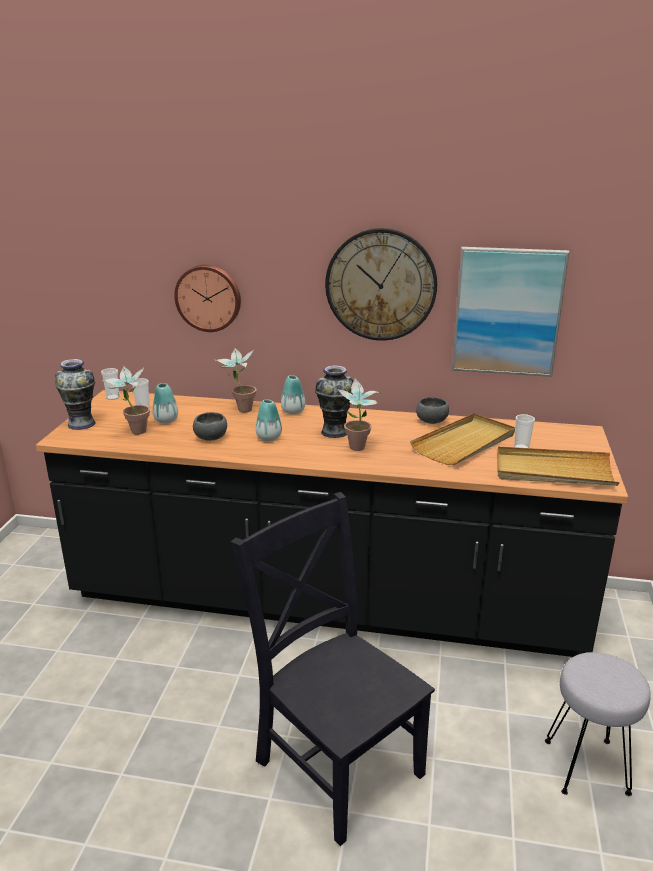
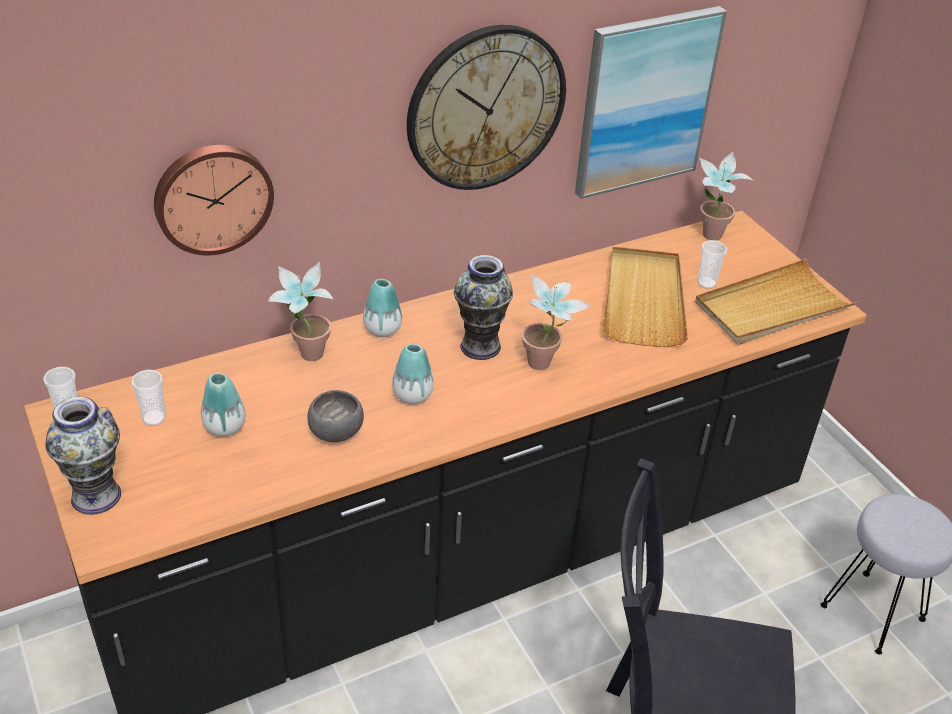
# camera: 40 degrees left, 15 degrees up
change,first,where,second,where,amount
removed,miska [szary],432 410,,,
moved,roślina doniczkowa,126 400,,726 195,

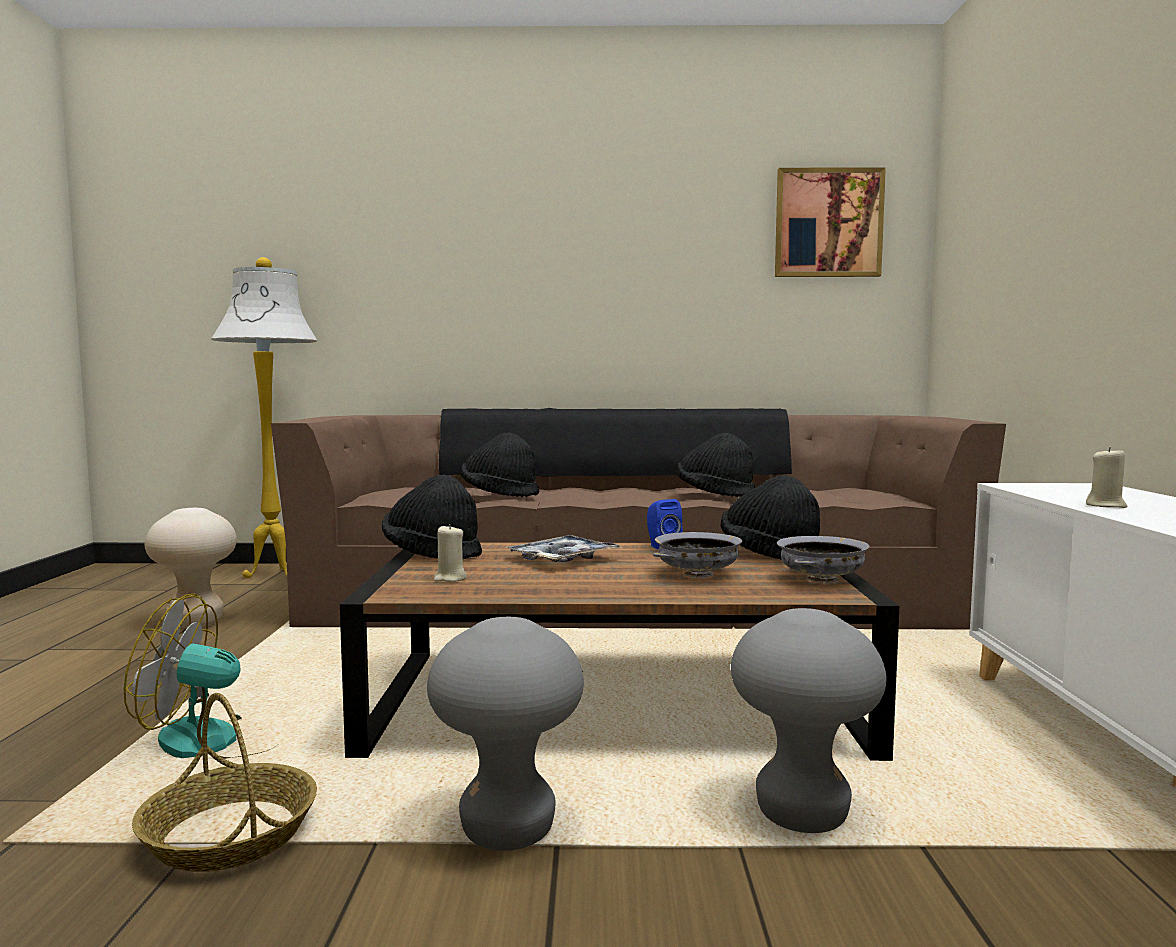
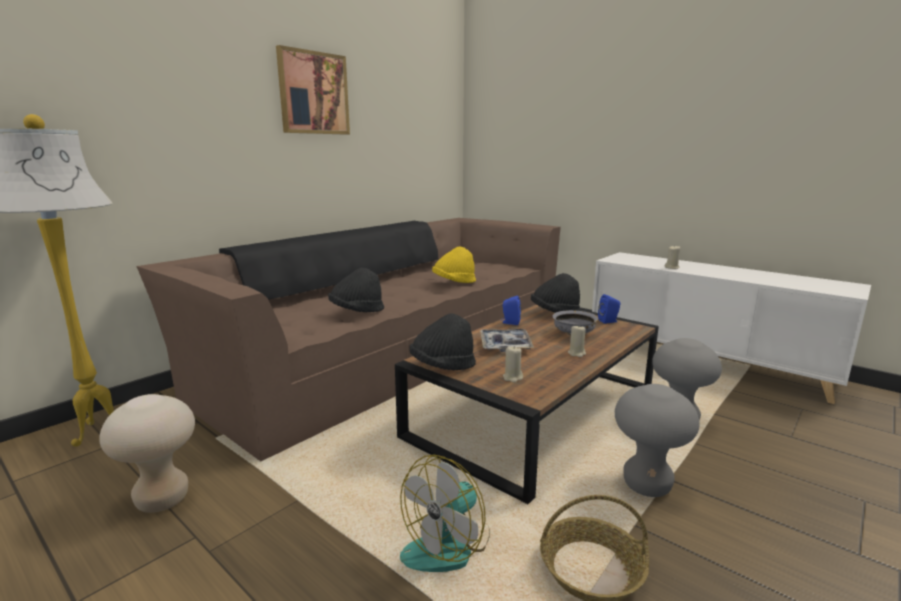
# camera: 50 degrees left, 10 degrees up
change,first,where,second,where,amount
added,,,świeca [beżowy],577 341,
moved,obraz,830 222,,313 90,
replaced,miska [szary],823 559,głośnik [niebieski],609 309,
recoloured,kapelusz [czarny],715 465,kapelusz [żółty],454 264,

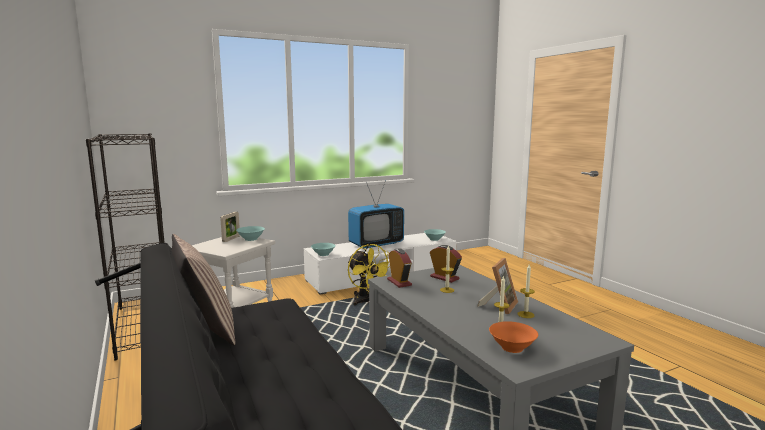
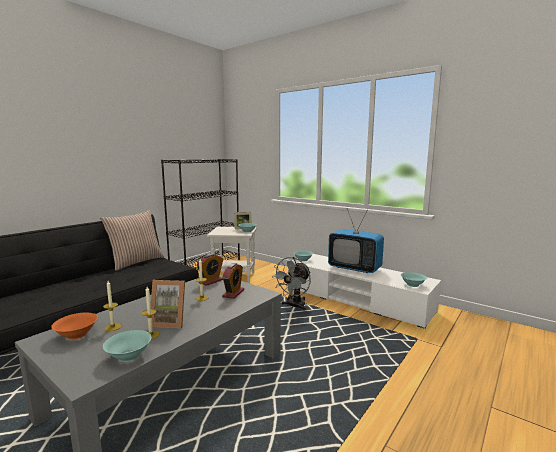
# camera: 65 degrees right, 0 degrees up
change,first,where,second,where,amount
added,,,miska [turkusowy],127 346,
recoloured,wentylator [żółty],369 274,wentylator [szary],292 283,

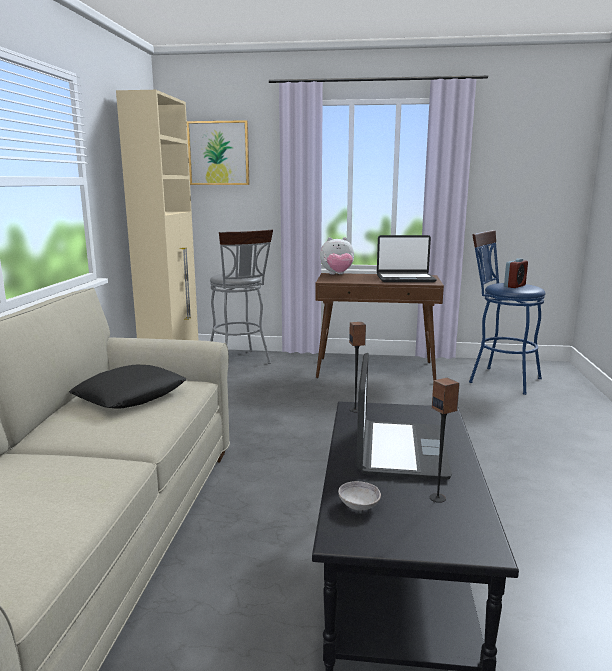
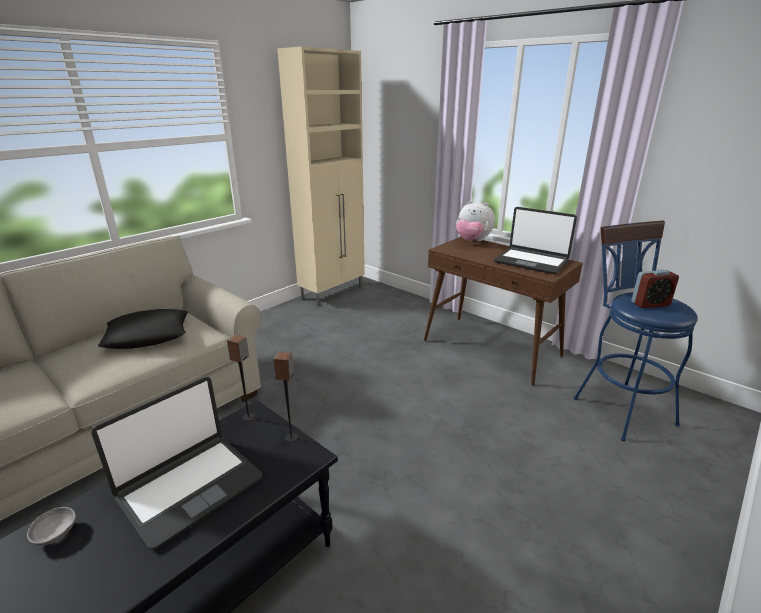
# camera: 35 degrees right, 10 degrees up
change,first,where,second,where,amount
removed,obraz,218 152,,,
removed,stołek [szary],241 297,,,
moved,głośnik,445 440,,285 397,

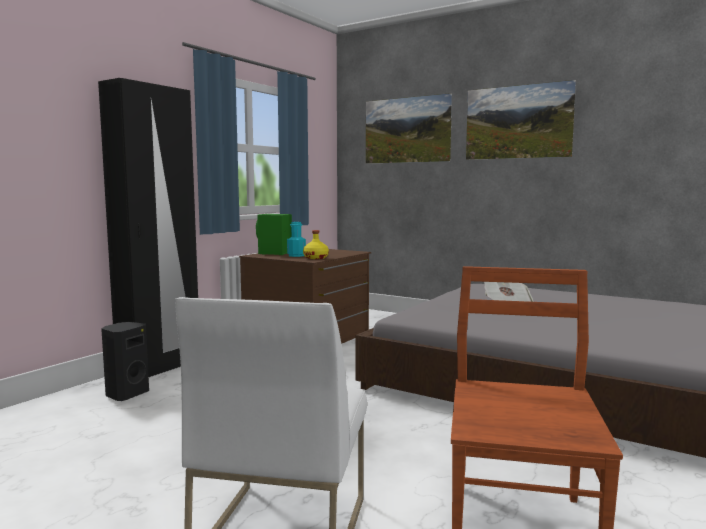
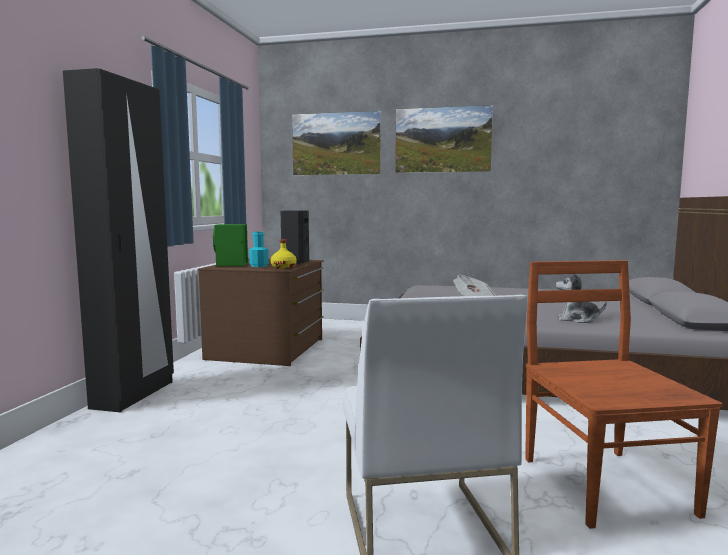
# camera: 20 degrees left, 0 degrees up
change,first,where,second,where,amount
added,,,pluszak,581 298,
moved,głośnik [czarny],125 361,,295 237,

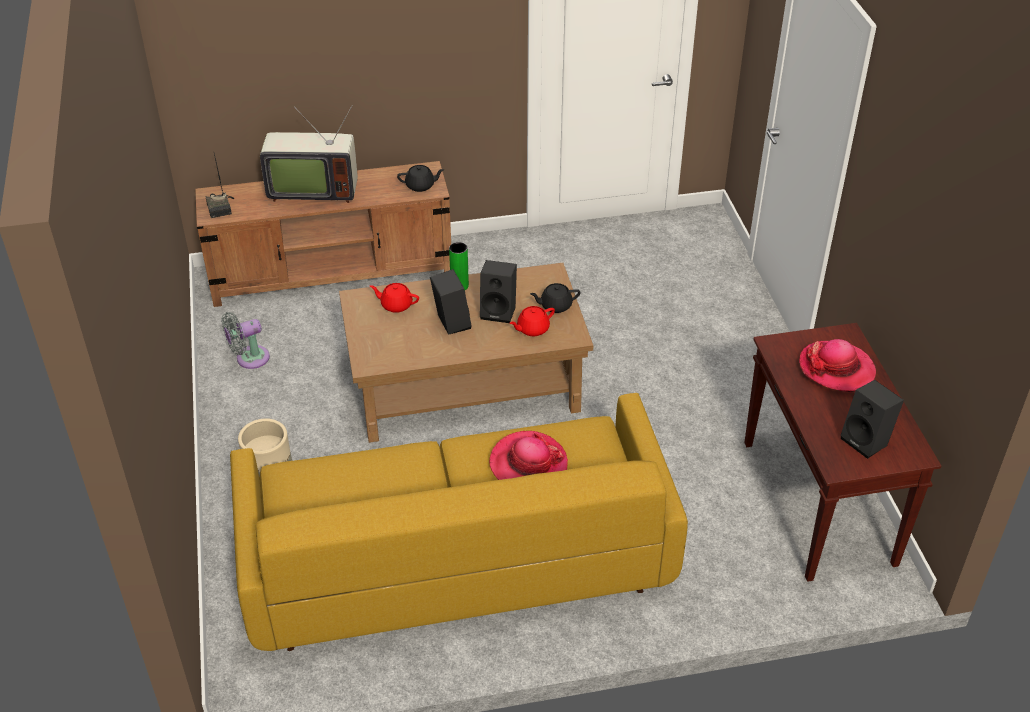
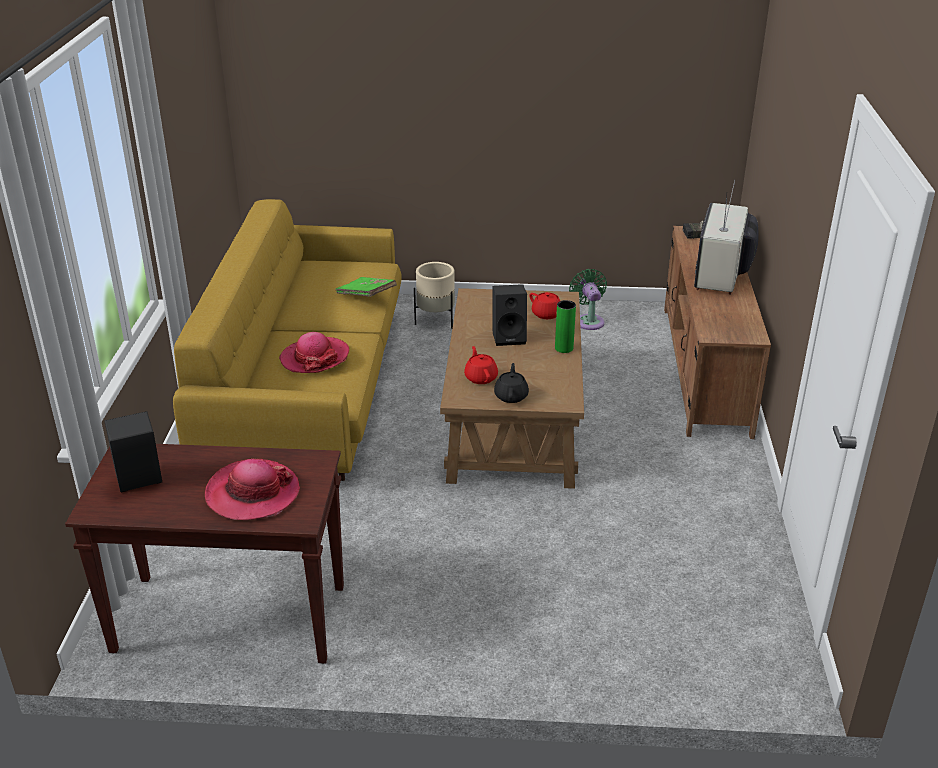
# camera: 105 degrees right, 10 degrees down
change,first,where,second,where,amount
removed,imbryk [czarny],420 178,,,
removed,głośnik [czarny],498 291,,,
added,,,książka [zielony],366 287,
recoloured,wentylator [szary],245 340,wentylator [zielony],588 299,
turned,imbryk [czerwony],394 298,,544 305,105 degrees clockwise

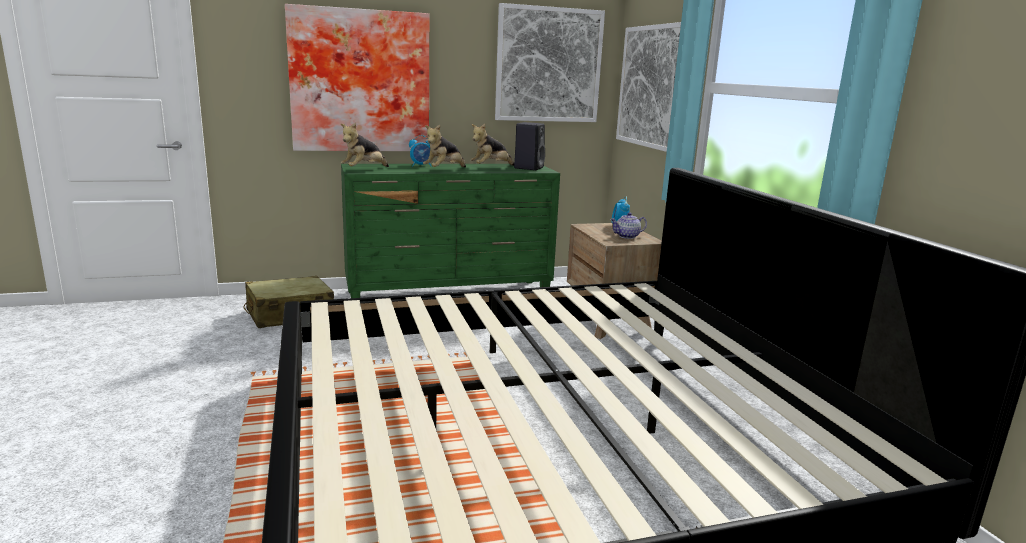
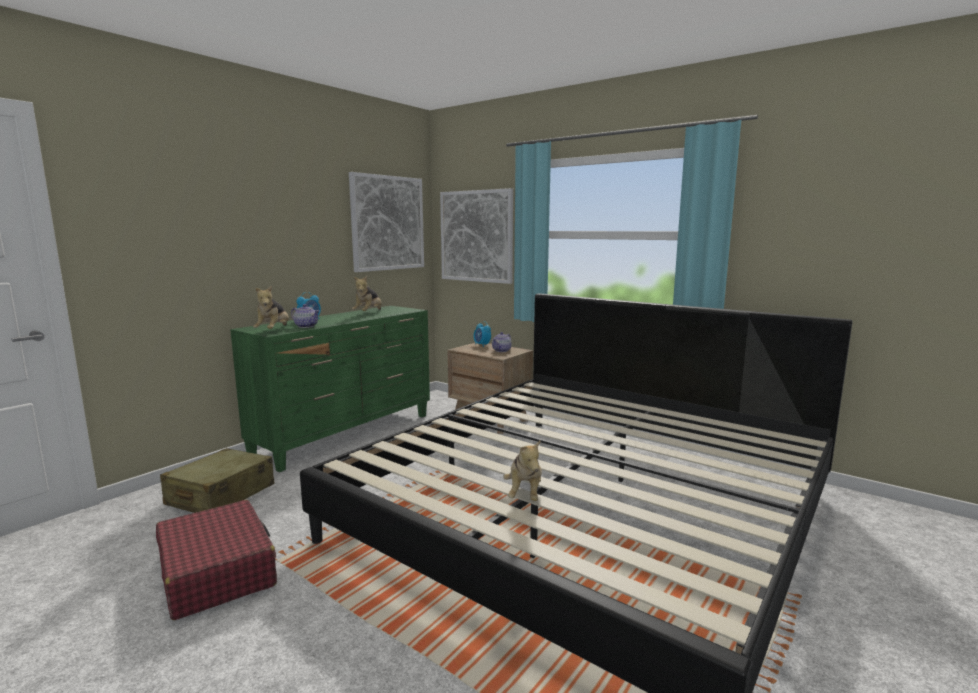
# camera: 35 degrees left, 5 degrees down
change,first,where,second,where,amount
removed,obraz,357 77,,,
removed,głośnik [czarny],529 146,,,
added,,,walizka [czerwony],216 560,
added,,,imbryk,305 316,
moved,pluszak,444 146,,522 470,

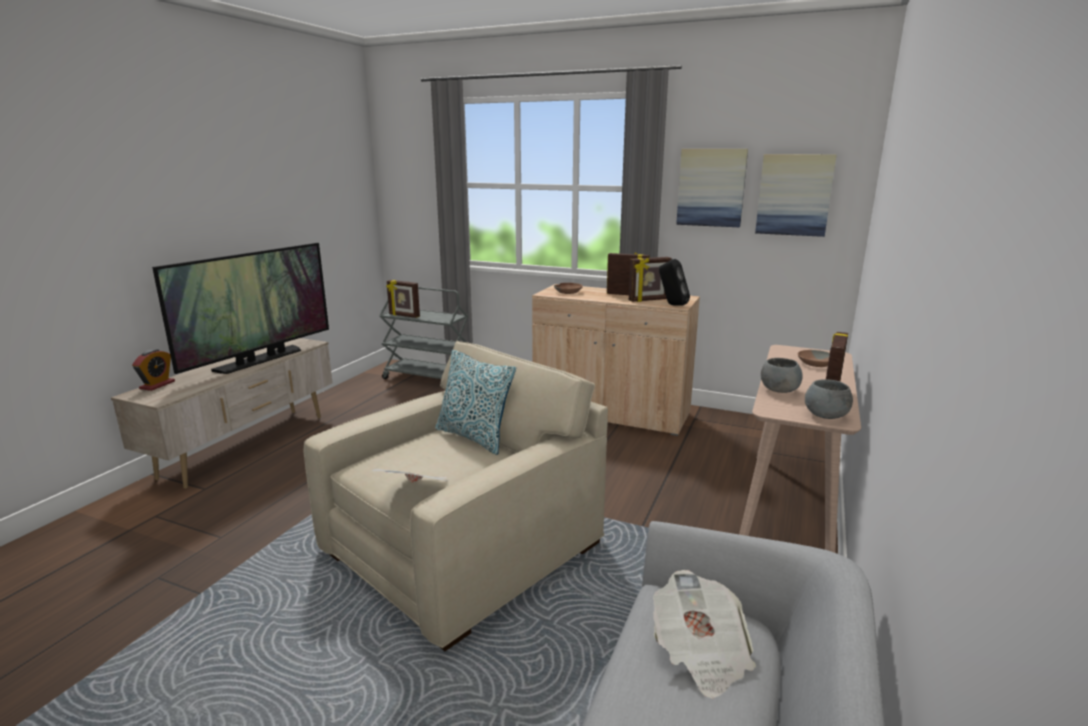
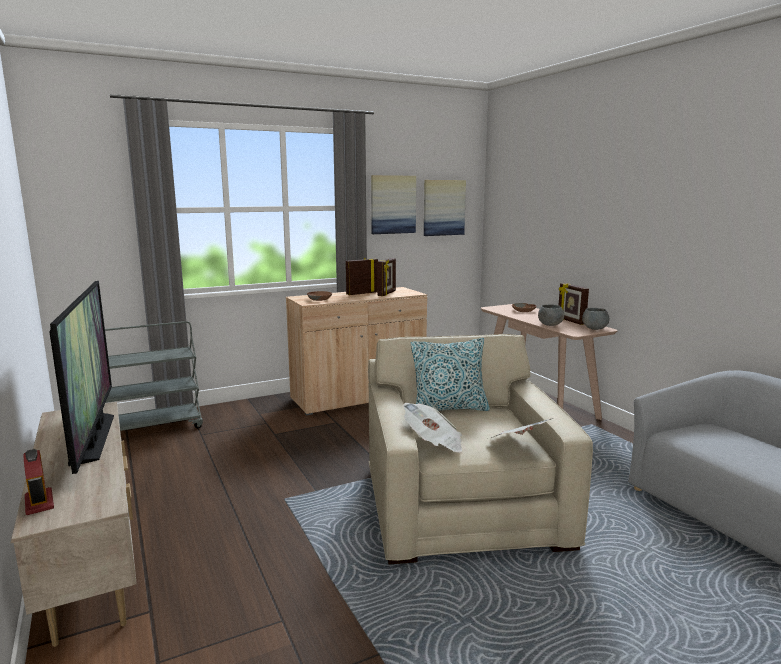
# camera: 50 degrees left, 5 degrees down
change,first,where,second,where,amount
removed,ramka na zdjęcie,403 299,,,
removed,głośnik [czarny],674 282,,,
moved,gazeta,704 634,,432 428,

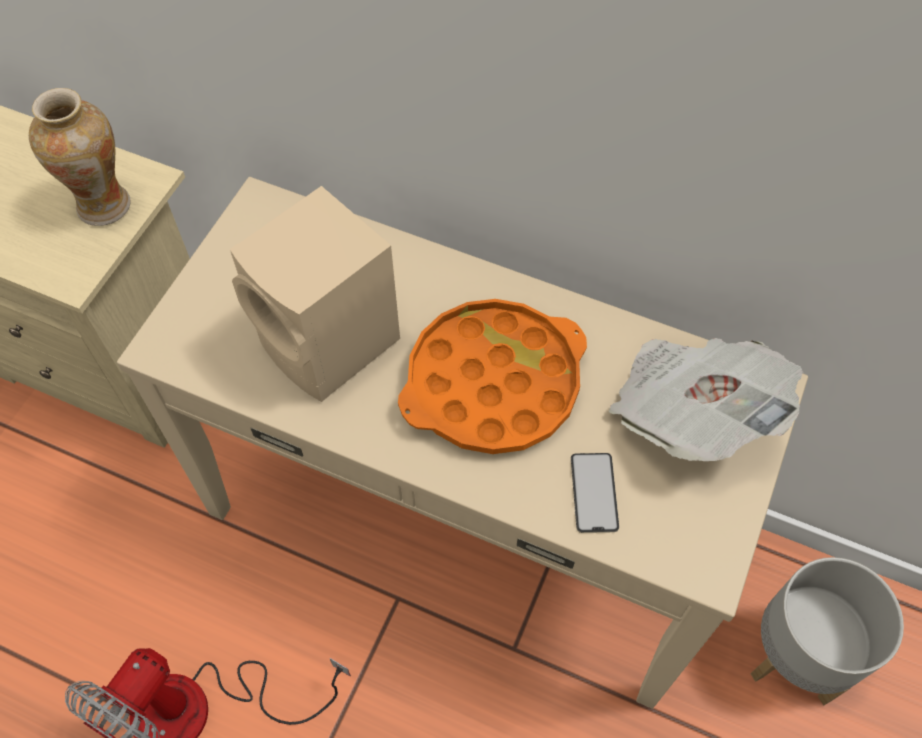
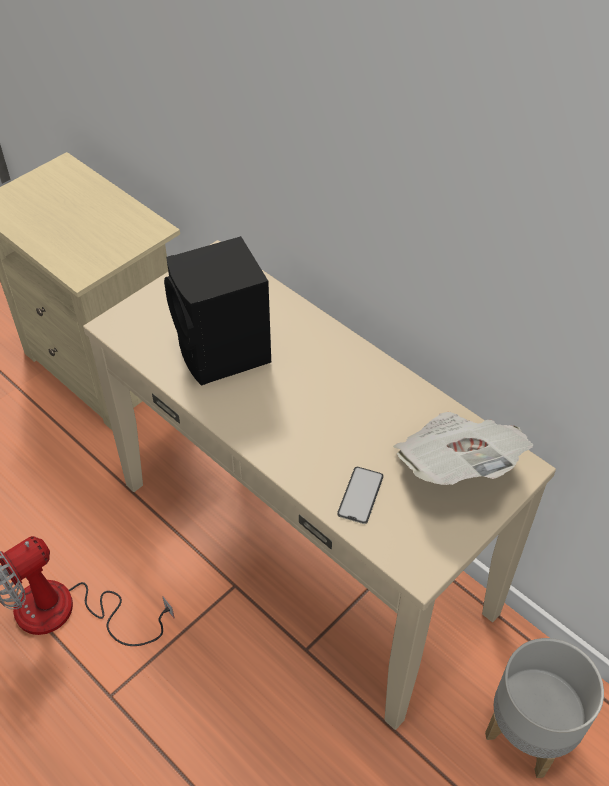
# camera: 20 degrees right, 10 degrees down
change,first,where,second,where,amount
removed,wazon,80 157,,,
removed,taca [pomarańczowy],492 376,,,
recoloured,głośnik [beżowy],315 294,głośnik [czarny],217 311,

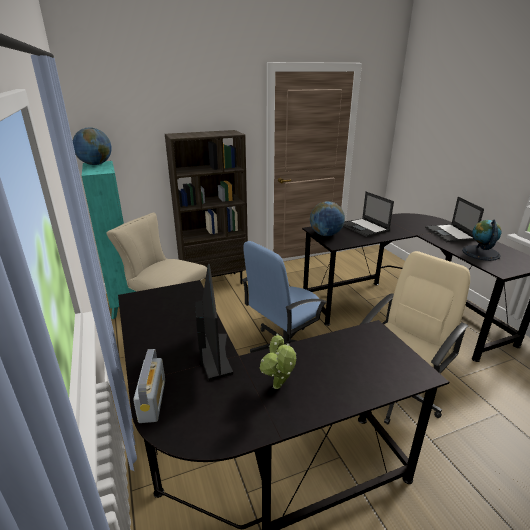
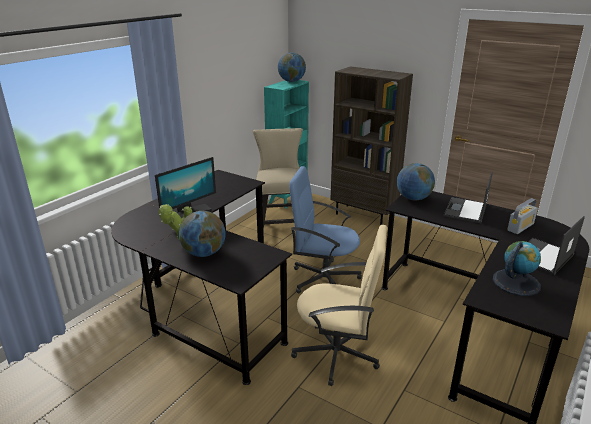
# camera: 55 degrees right, 0 degrees up
change,first,where,second,where,amount
added,,,globus,202 234,
moved,radio,149 386,,522 216,

